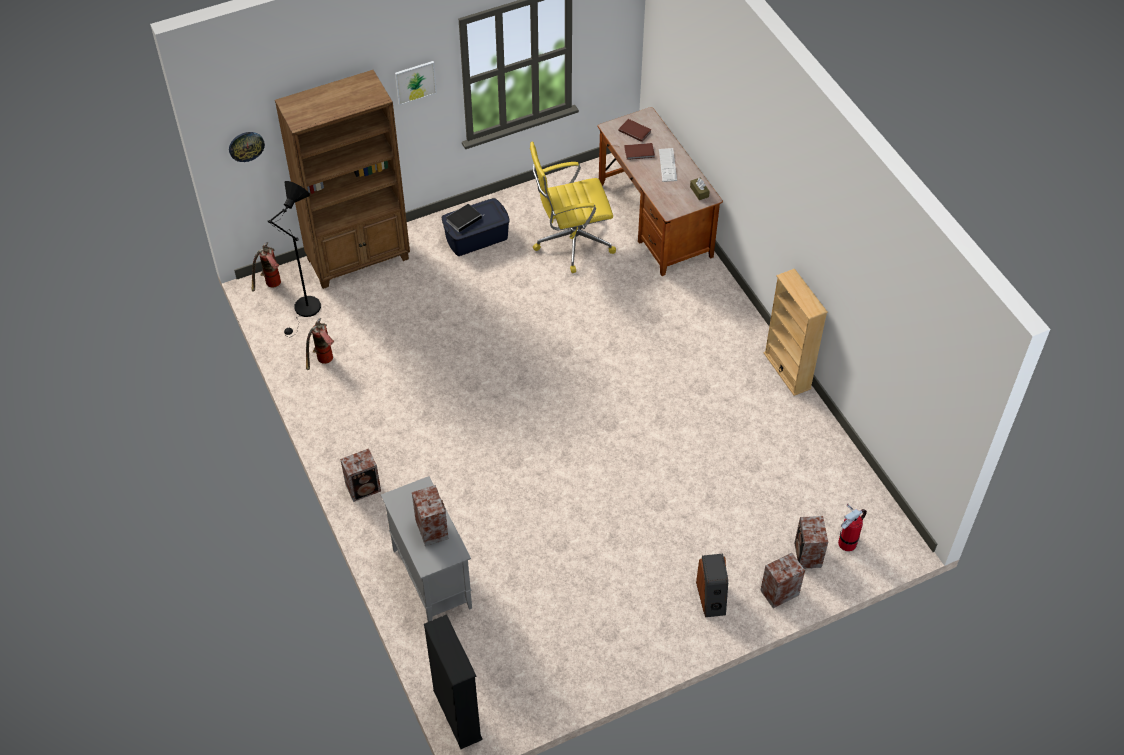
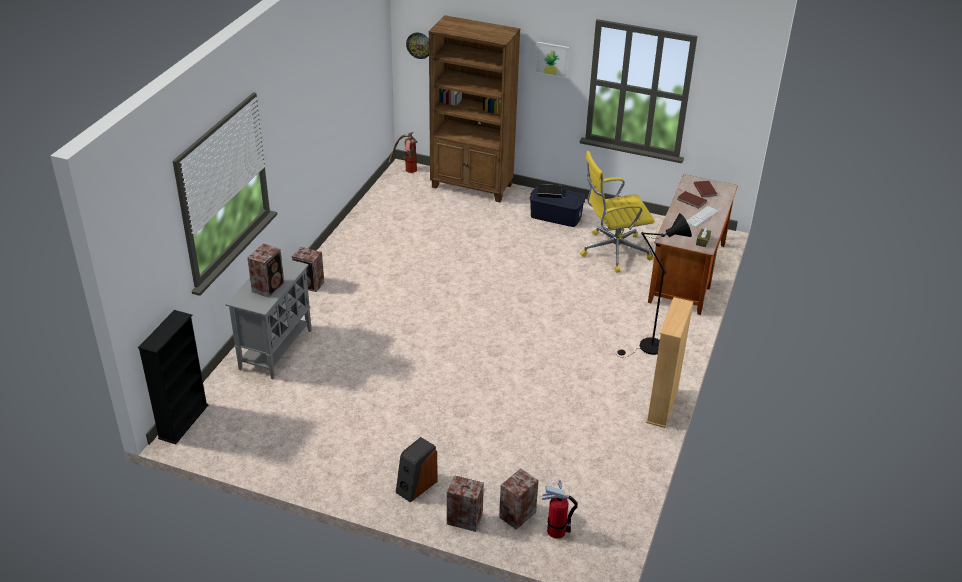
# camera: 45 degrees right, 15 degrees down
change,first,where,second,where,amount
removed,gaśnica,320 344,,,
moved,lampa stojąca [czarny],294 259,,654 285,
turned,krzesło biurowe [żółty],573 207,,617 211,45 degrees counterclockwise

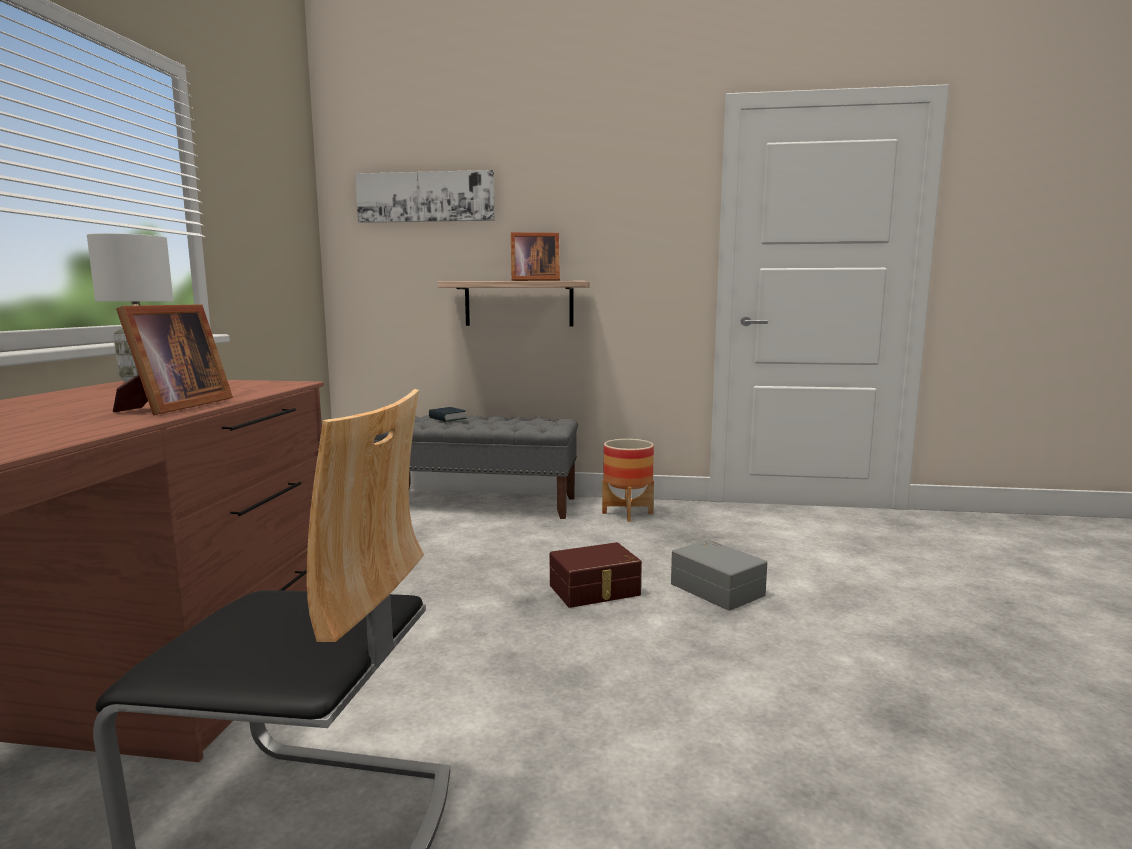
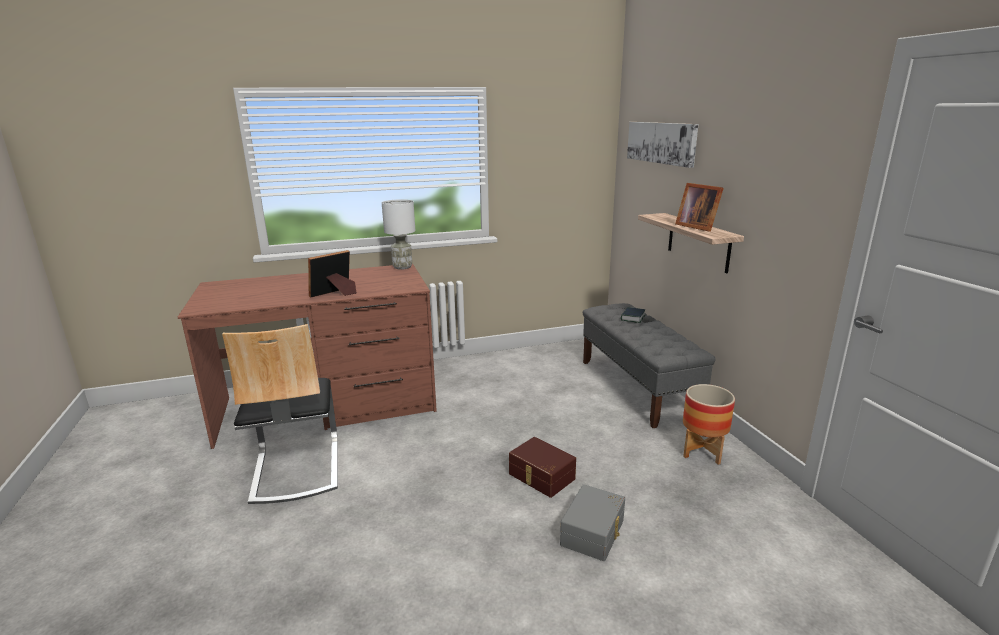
# camera: 65 degrees right, 10 degrees up
change,first,where,second,where,amount
turned,ramka na zdjęcie,173 359,,332 274,150 degrees clockwise

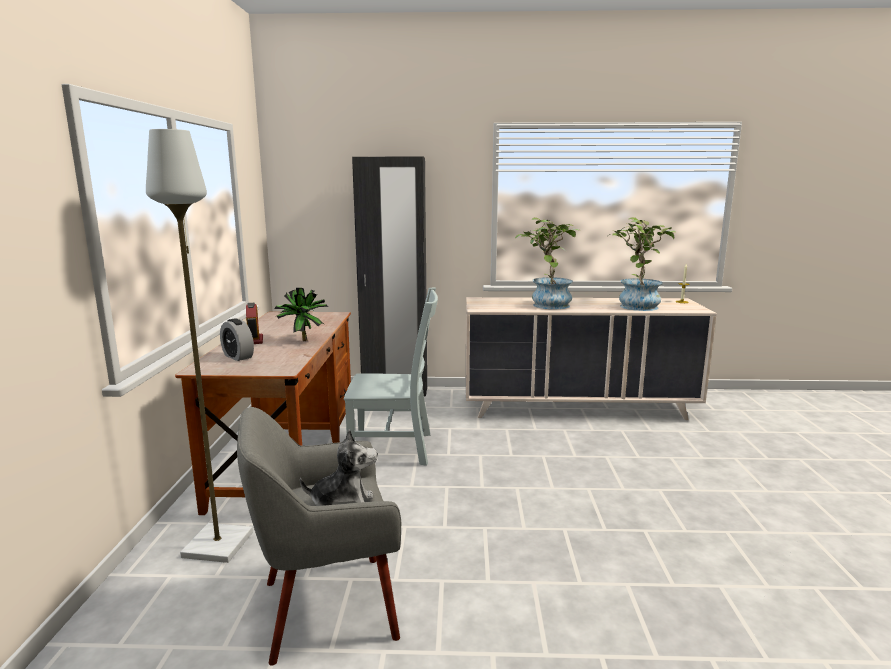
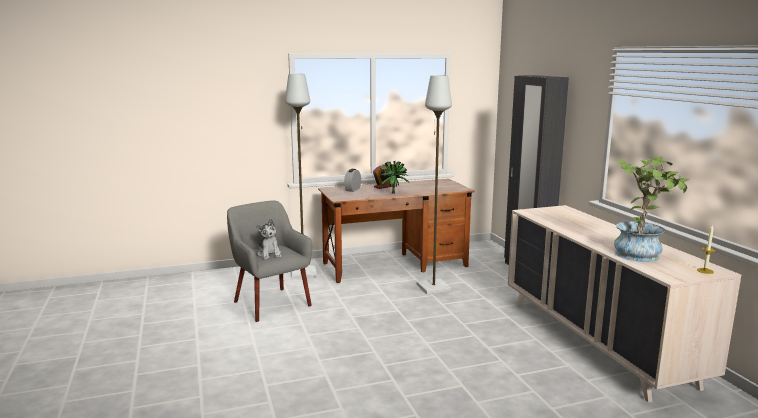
# camera: 70 degrees right, 0 degrees up
change,first,where,second,where,amount
removed,roślina doniczkowa,547 263,,,
replaced,krzesło [szary],391 376,lampa stojąca [szary],434 184,

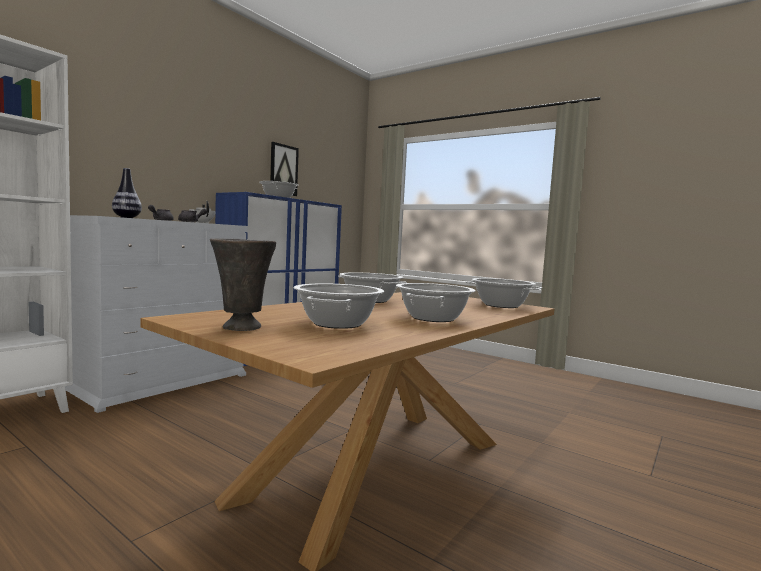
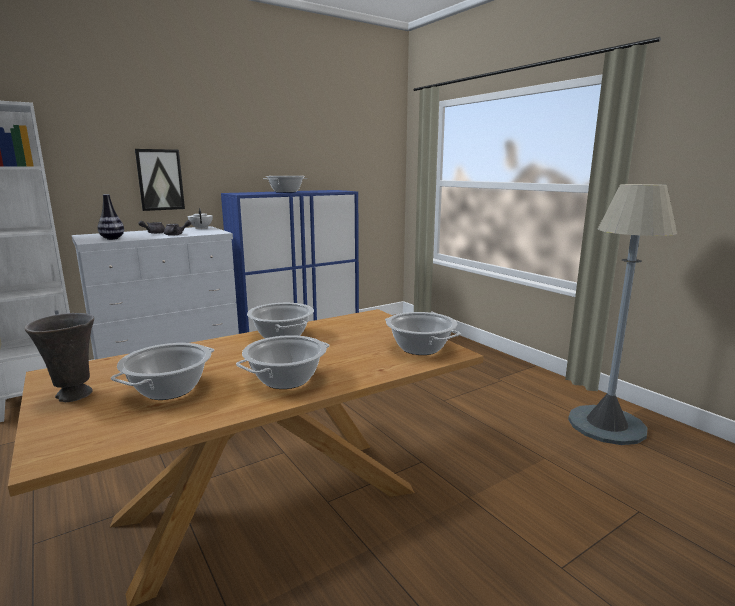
# camera: 20 degrees right, 10 degrees up
change,first,where,second,where,amount
added,,,lampa stojąca [szary],622 314,
moved,obraz,284 169,,160 180,

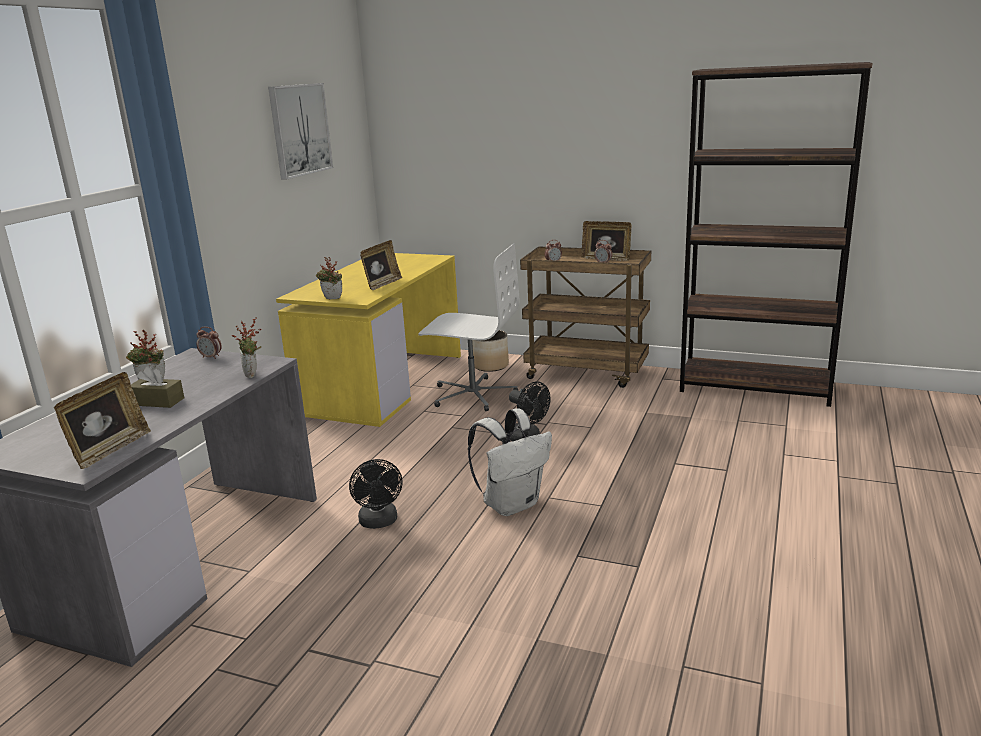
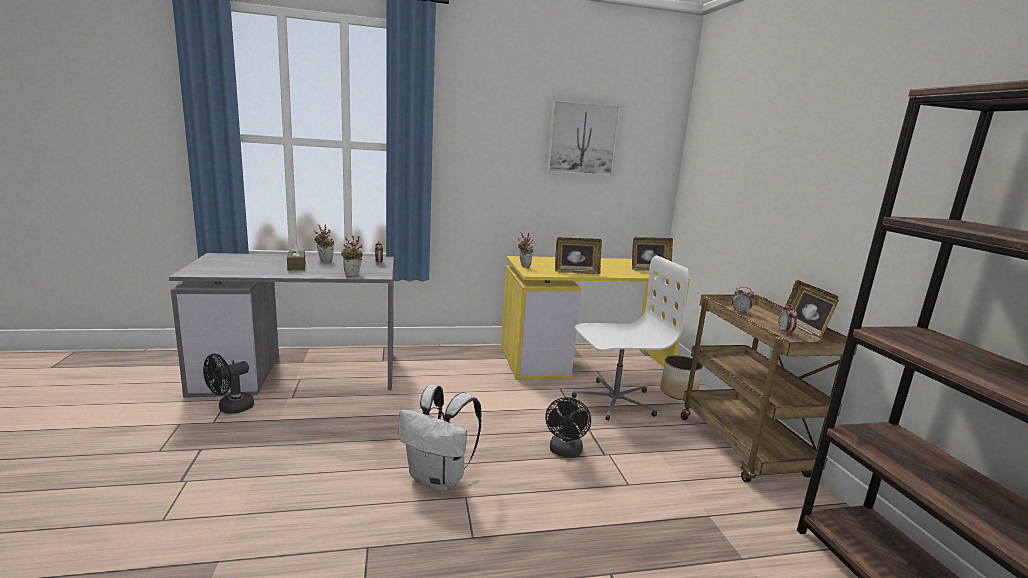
# camera: 55 degrees right, 5 degrees down
change,first,where,second,where,amount
moved,ramka na zdjęcie,102 420,,652 254,
moved,wentylator [czarny],375 494,,228 384,
turned,krzesło biurowe [biały],468 327,,630 338,90 degrees counterclockwise

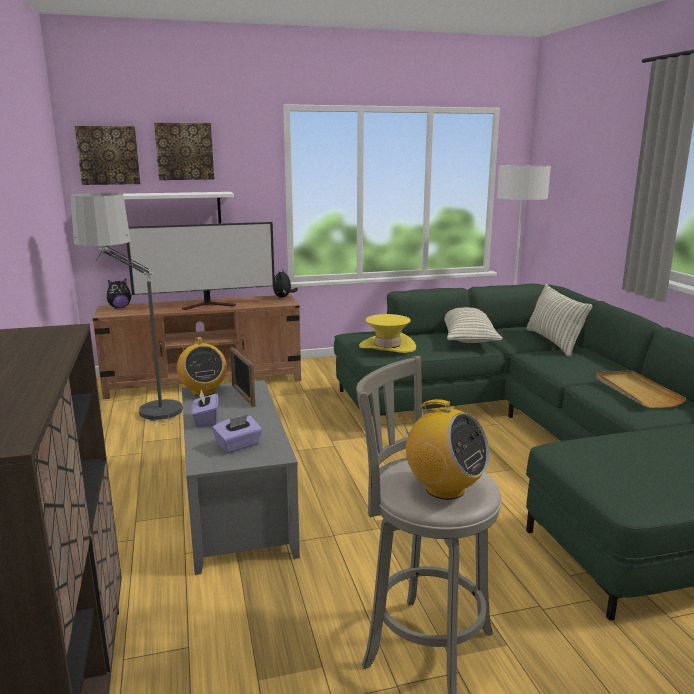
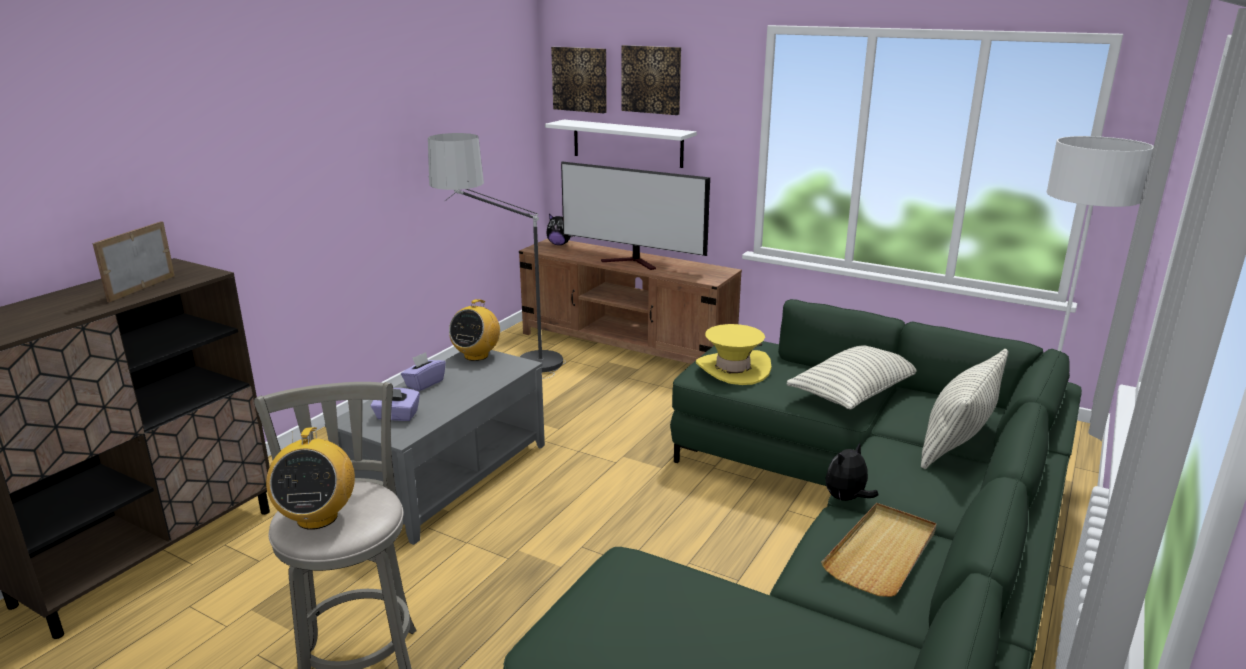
# camera: 45 degrees right, 5 degrees up
change,first,where,second,where,amount
moved,ramka na zdjęcie,242 377,,133 261,
moved,pluszak,285 283,,852 471,

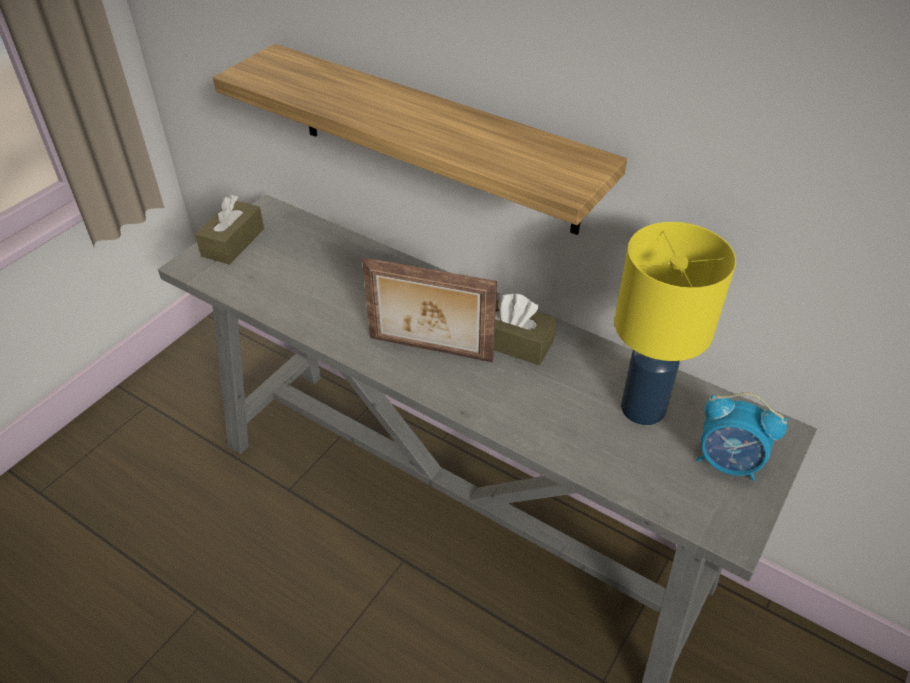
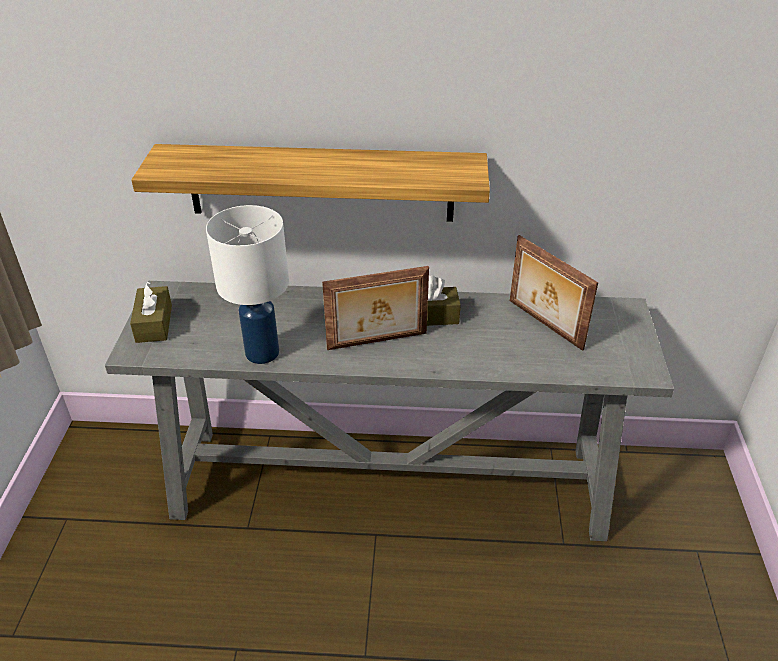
# camera: 30 degrees left, 5 degrees down
change,first,where,second,where,amount
removed,budzik,742 436,,,
added,,,lampa stołowa [biały],247 284,
replaced,lampa stołowa [żółty],675 323,ramka na zdjęcie,554 293,

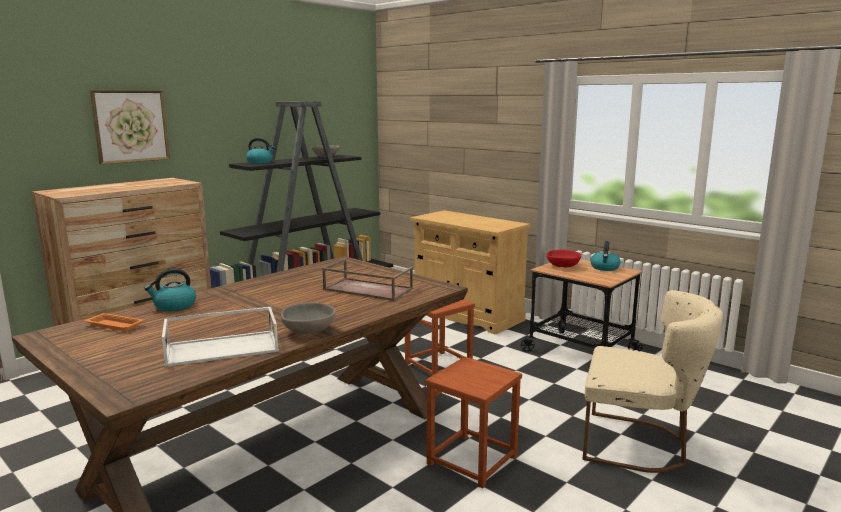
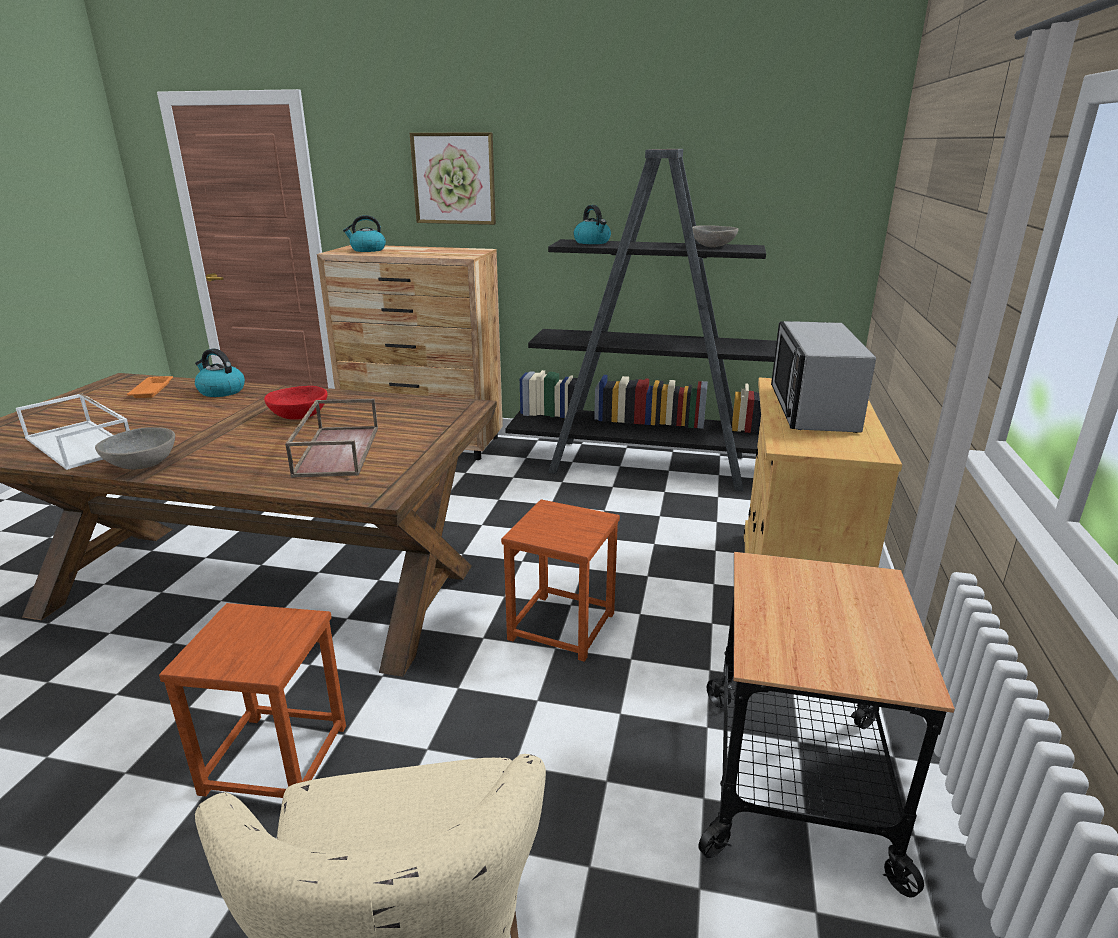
# camera: 60 degrees right, 10 degrees up
change,first,where,second,where,amount
added,,,mikrofalówka,823 377,
moved,miska [czerwony],563 258,,295 403,
moved,czajnik,605 256,,364 233,

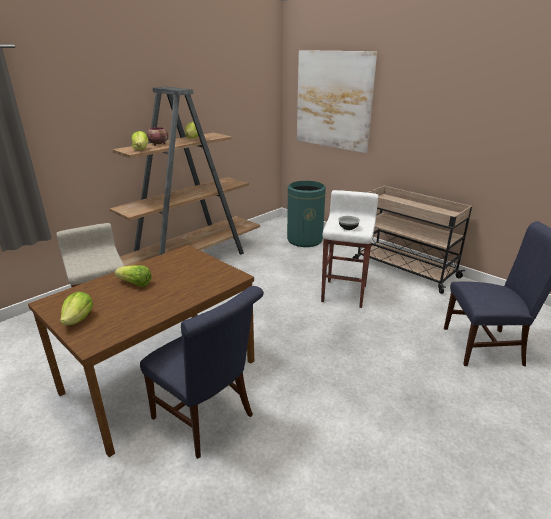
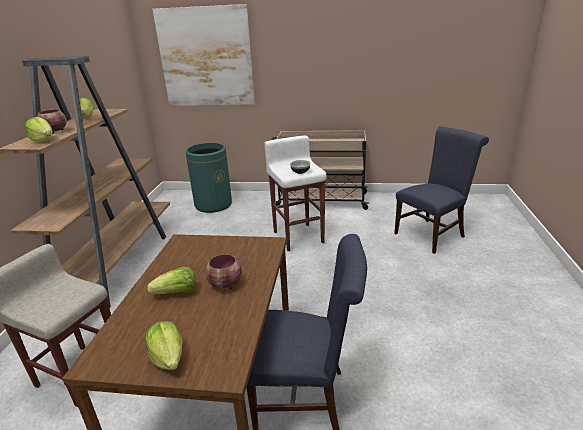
# camera: 35 degrees left, 0 degrees up
change,first,where,second,where,amount
added,,,miska,223 272,

